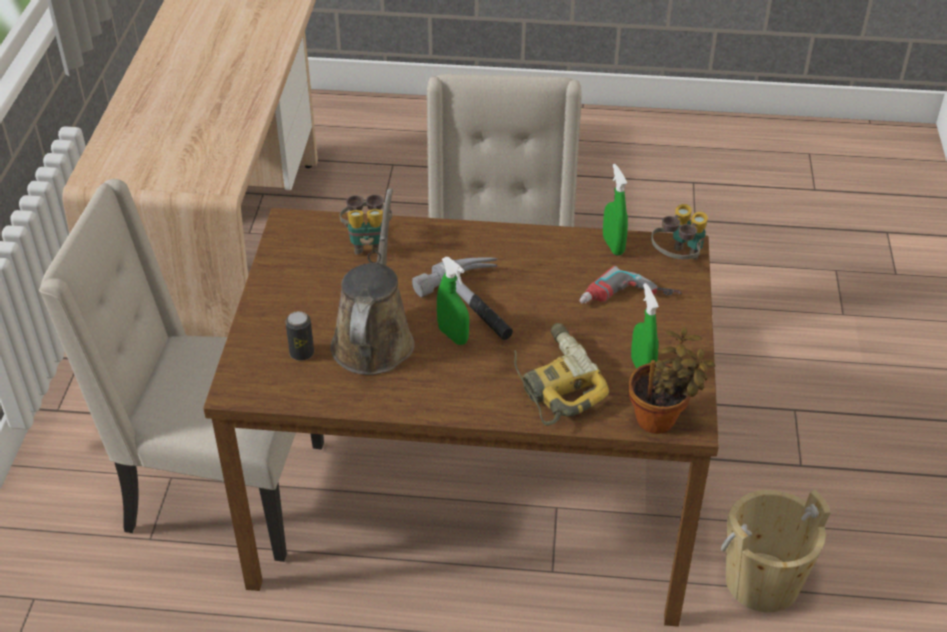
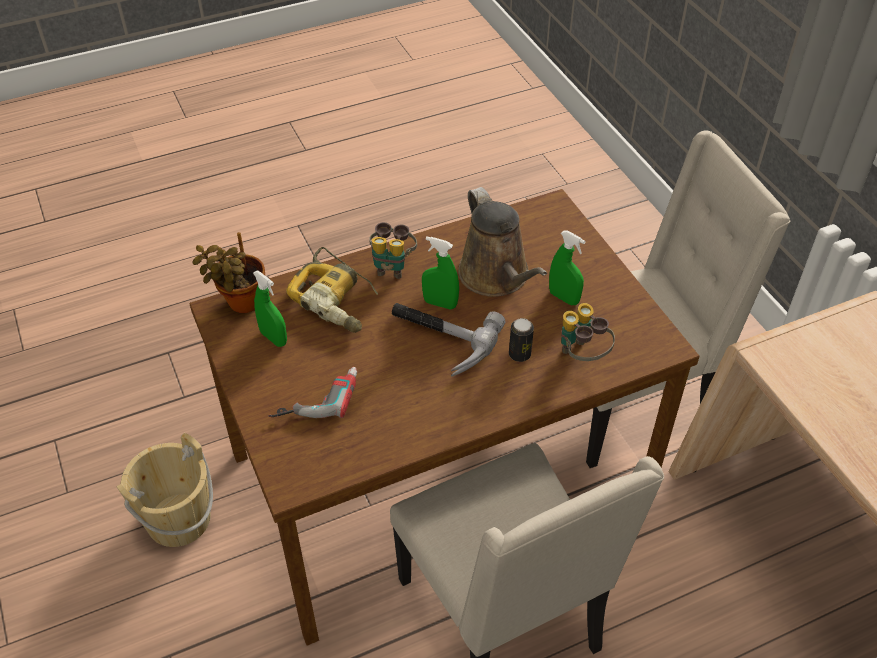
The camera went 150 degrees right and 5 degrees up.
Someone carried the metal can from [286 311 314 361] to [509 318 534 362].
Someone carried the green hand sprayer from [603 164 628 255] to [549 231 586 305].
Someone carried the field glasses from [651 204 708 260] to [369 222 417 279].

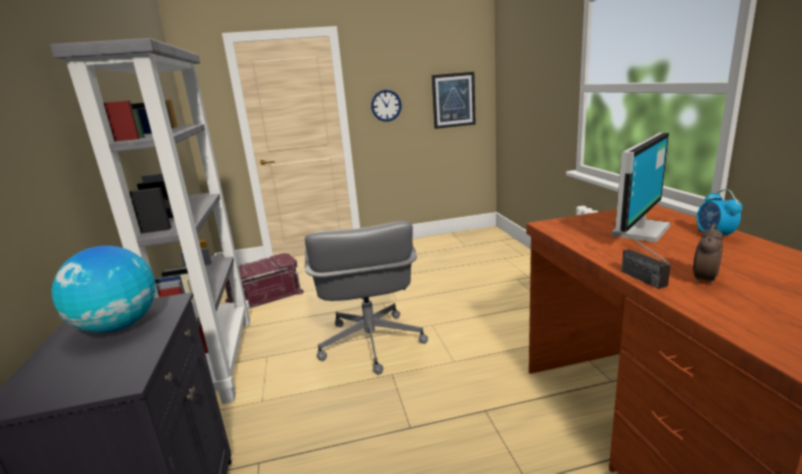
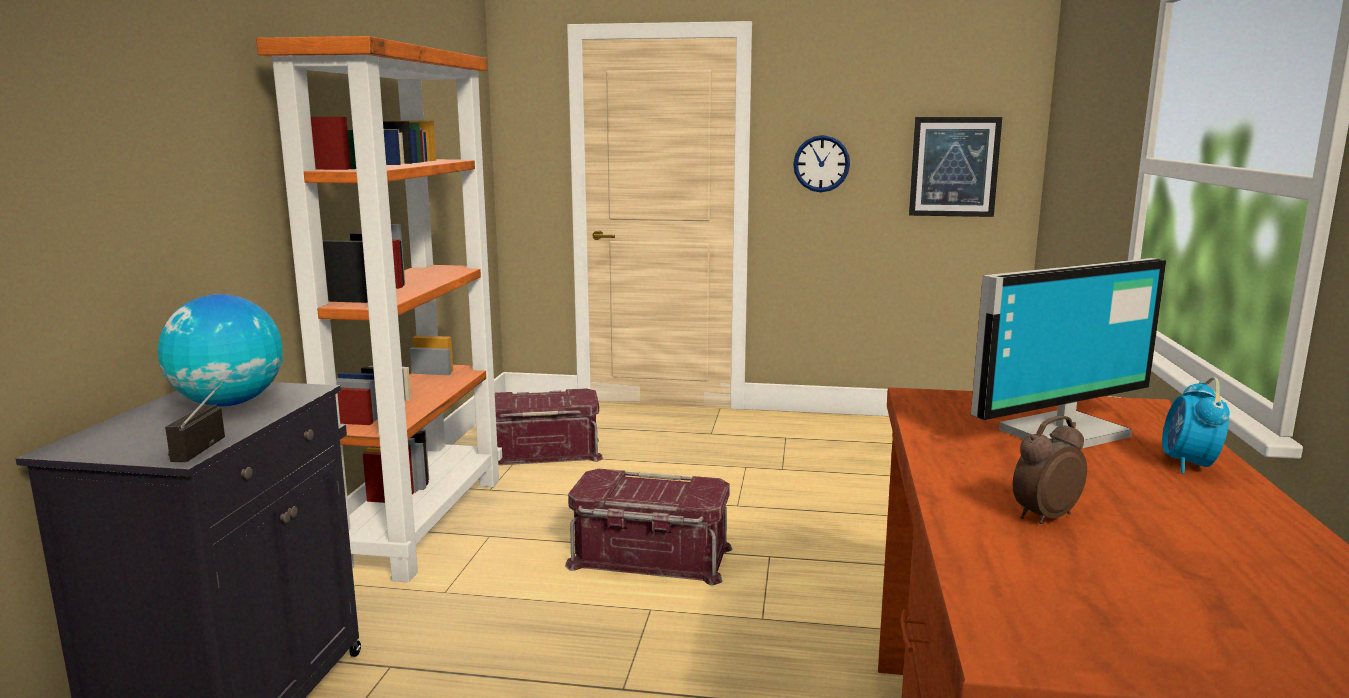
The camera went 20 degrees right and 5 degrees down.
Someone repainted the grey bookcase at [50 38 250 404], which became the orange bookcase at [256 36 502 582].
Someone swapped the grey desk chair at [305 221 428 374] for the reddish storage box at [565 469 733 586].
Someone carried the radio from [613 225 671 289] to [165 368 235 462].

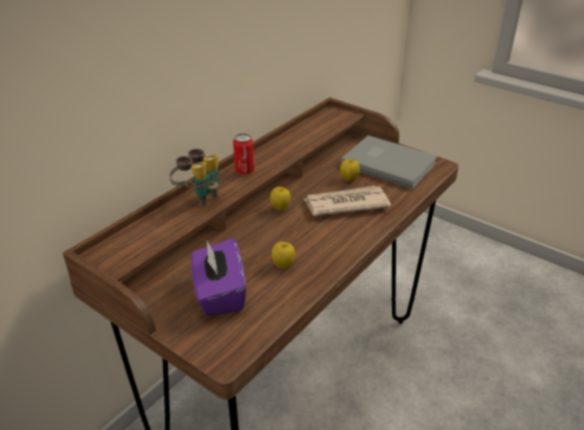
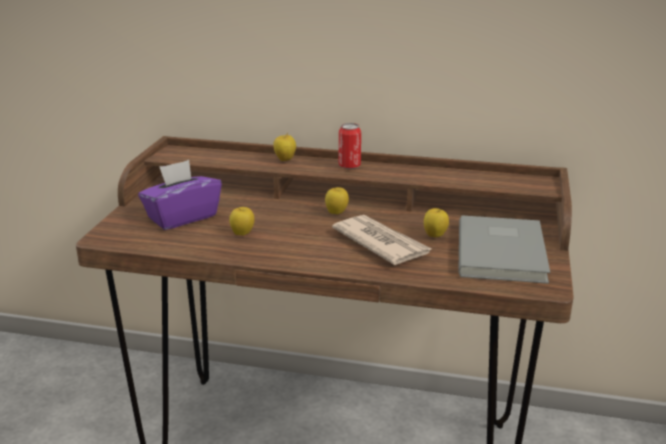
The camera went 65 degrees right and 10 degrees down.
Someone swapped the field glasses at [170 149 219 207] for the whole apple at [273 133 296 161].

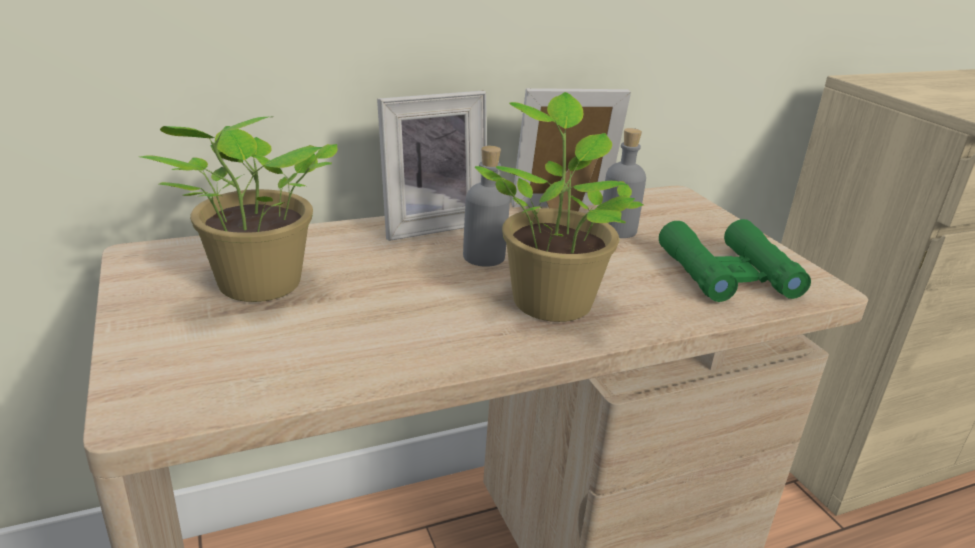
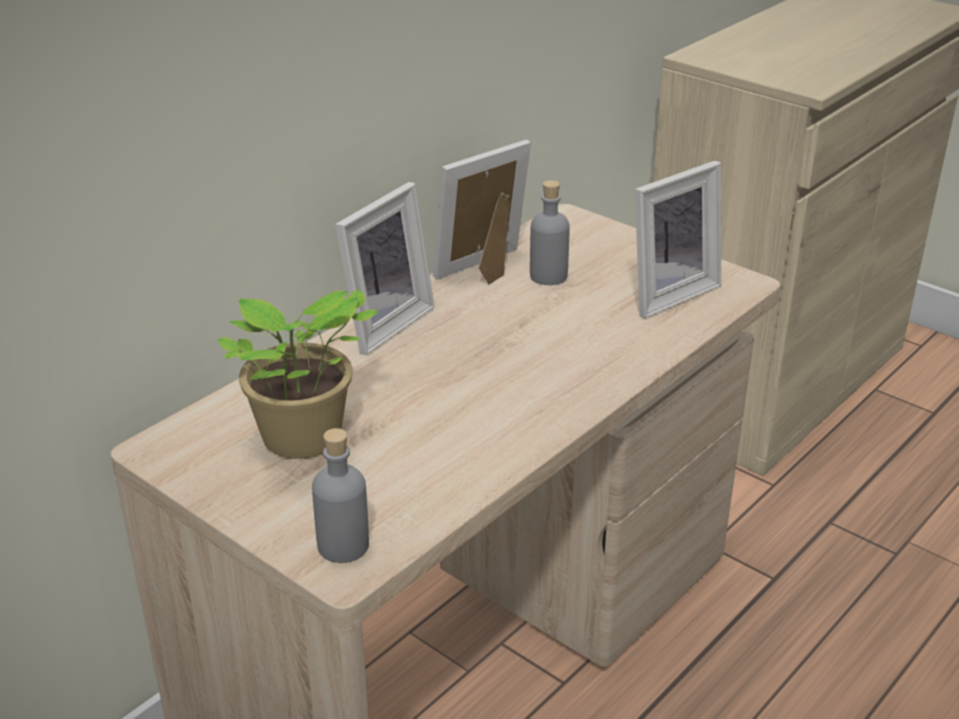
The camera went 25 degrees left and 5 degrees up.
Someone carried the grey beverage bottle from [463 146 510 267] to [312 428 369 563].
Someone took away the plant in a pot at [475 92 644 322].
Someone swapped the green field glasses at [659 219 811 302] for the photo frame at [635 161 721 318].

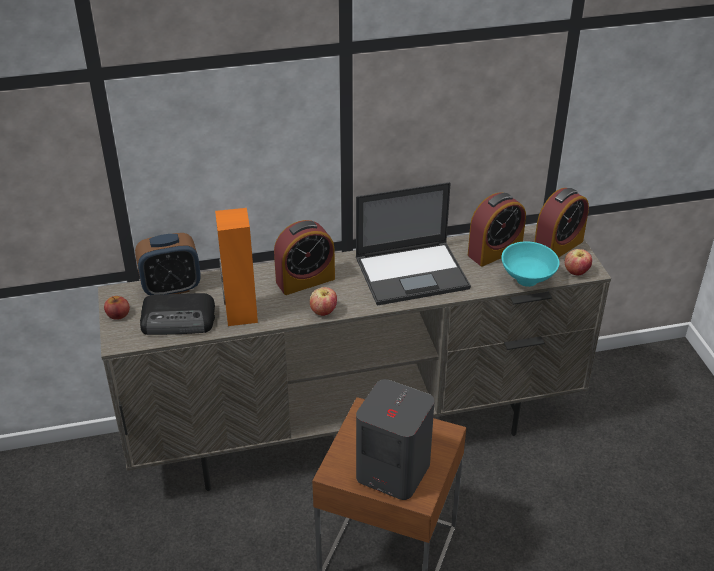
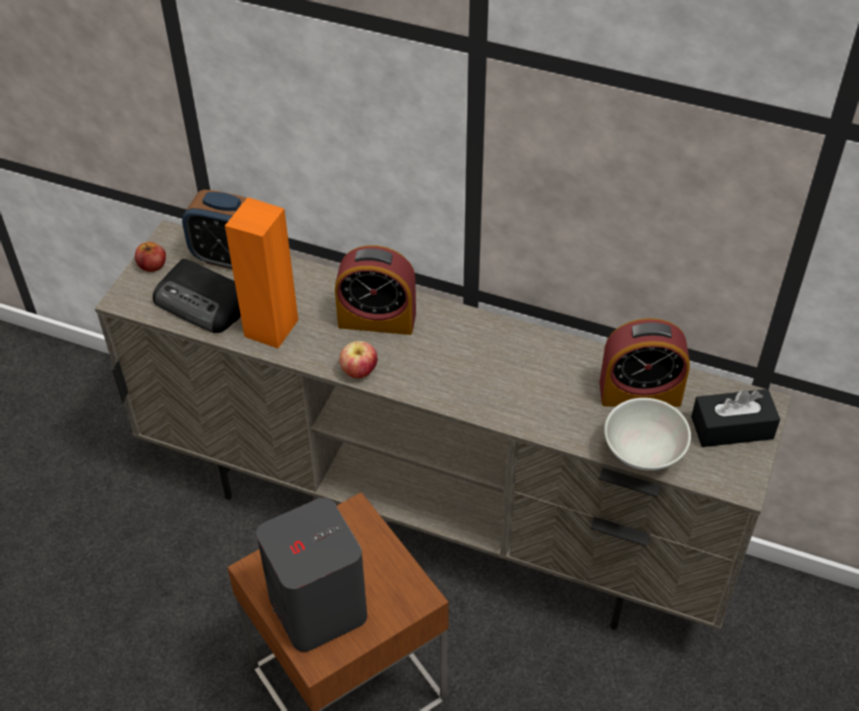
The camera went 35 degrees right and 10 degrees up.
Someone took away the notebook computer at [356 182 471 306].
Someone repainted the blue-green serving bowl at [502 241 560 287], which became the whitish serving bowl at [604 398 691 471].
Someone swapped the alarm clock at [534 188 589 258] for the blackish box of tissues at [691 389 780 447].
Someone took away the whole apple at [565 249 592 275].

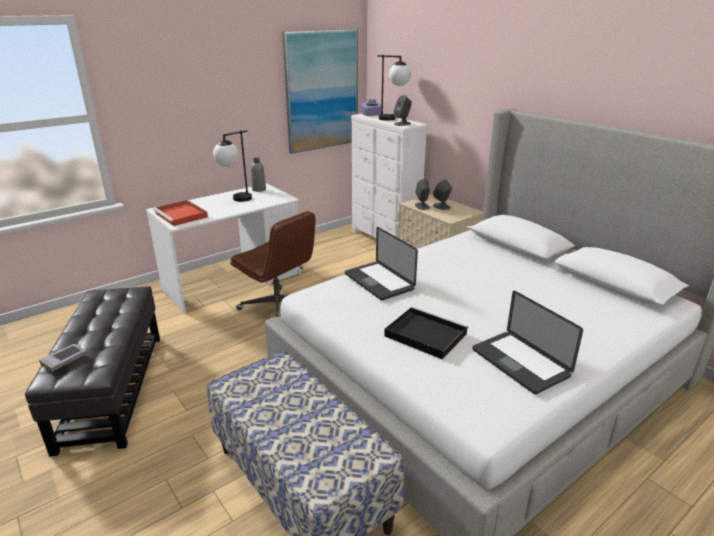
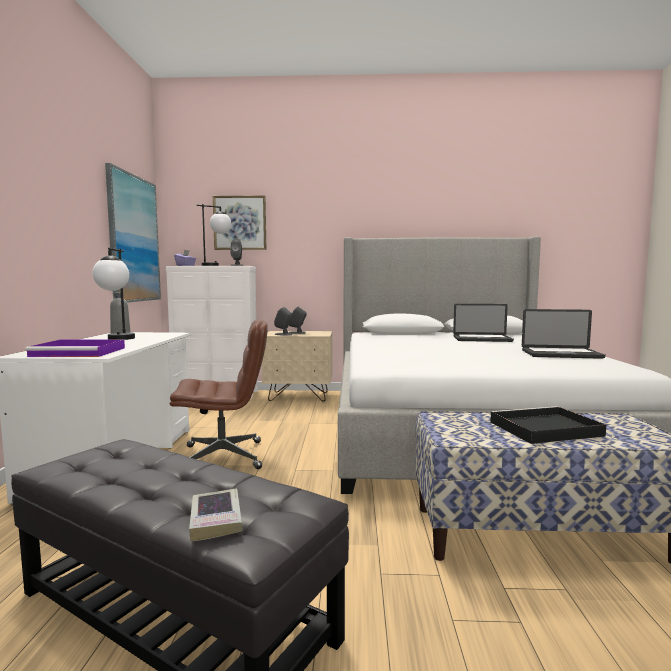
The camera went 50 degrees left and 20 degrees down.
Someone repainted the reddish serving tray at [153 200 208 226], which became the purplish serving tray at [25 339 125 357].
Someone carried the notebook computer from [345 227 418 301] to [453 304 514 342].
Someone carried the blackish serving tray from [384 307 468 360] to [489 406 606 444].
Someone put up the wall picture at [213 195 266 250].

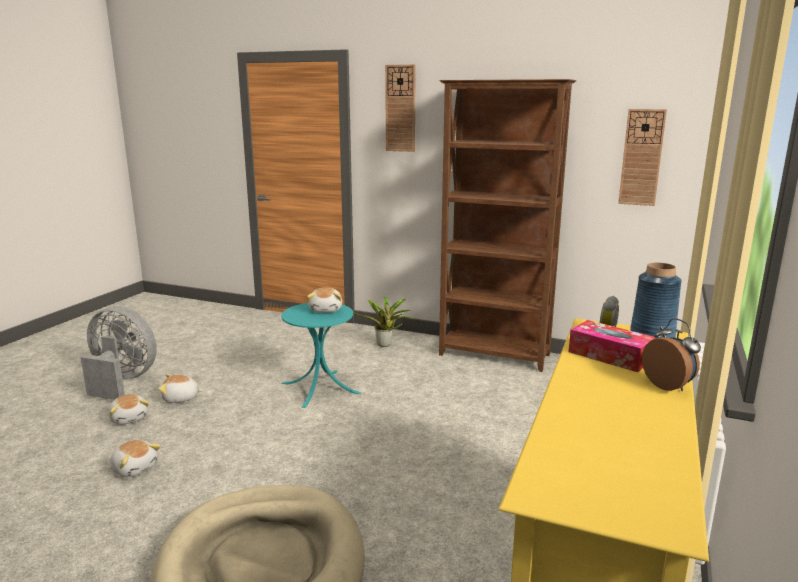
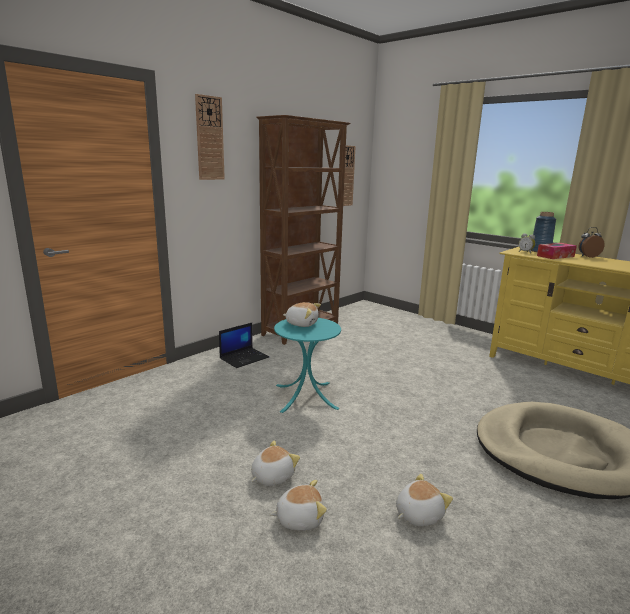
The camera went 70 degrees left and 0 degrees up.
Someone took away the grey electric fan at [81 306 157 400].
Someone rotated the soft toy at [158 374 203 403] by 150 degrees counterclockwise.
Someone swapped the plant in a pot at [353 297 415 347] for the notebook computer at [219 323 269 368].

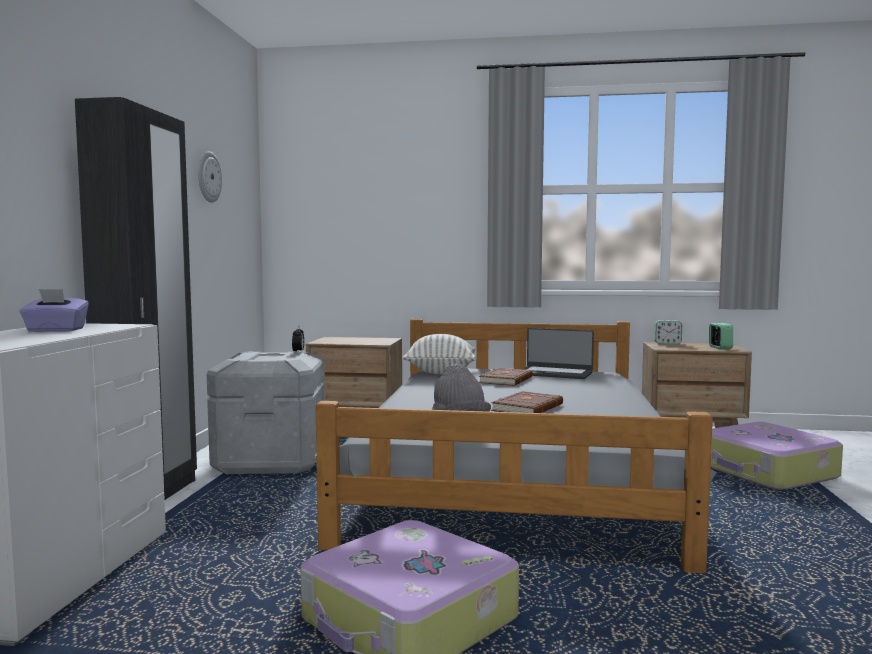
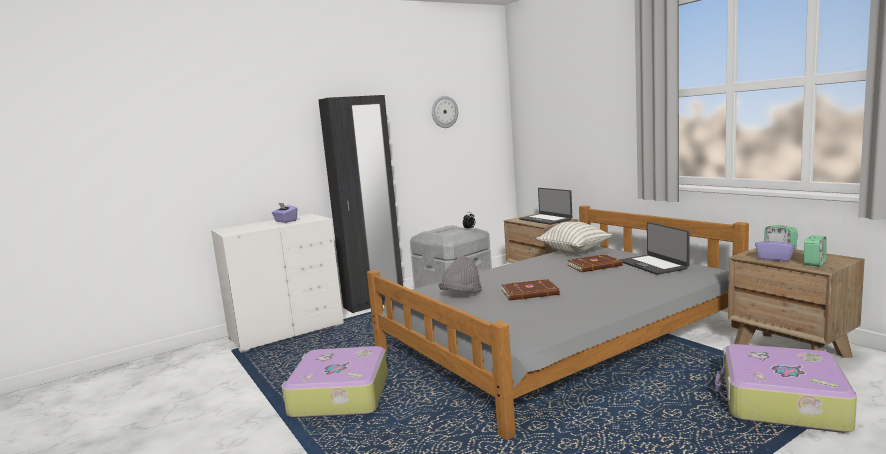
The camera went 50 degrees right and 5 degrees up.
Someone put down the notebook computer at [519 188 572 225].
Someone put down the purplish box of tissues at [755 233 795 261].

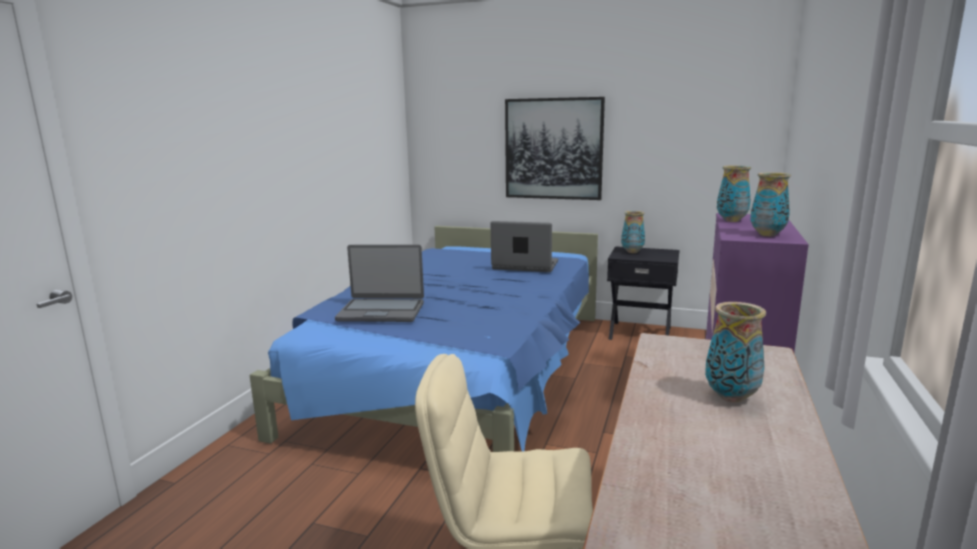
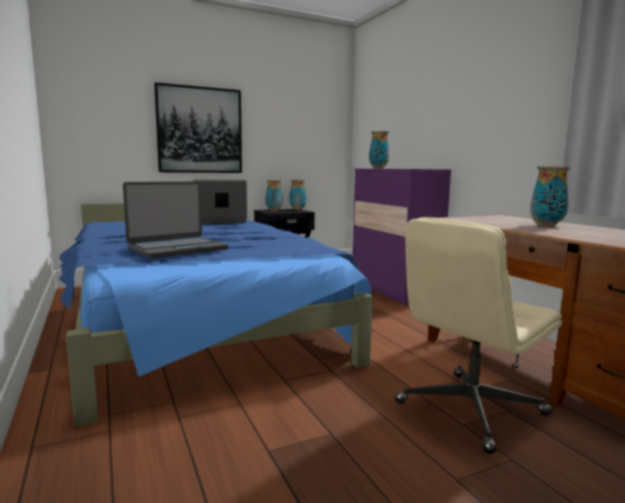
The camera went 45 degrees left and 5 degrees down.
Someone carried the flower vase from [750 172 791 236] to [289 180 306 210].

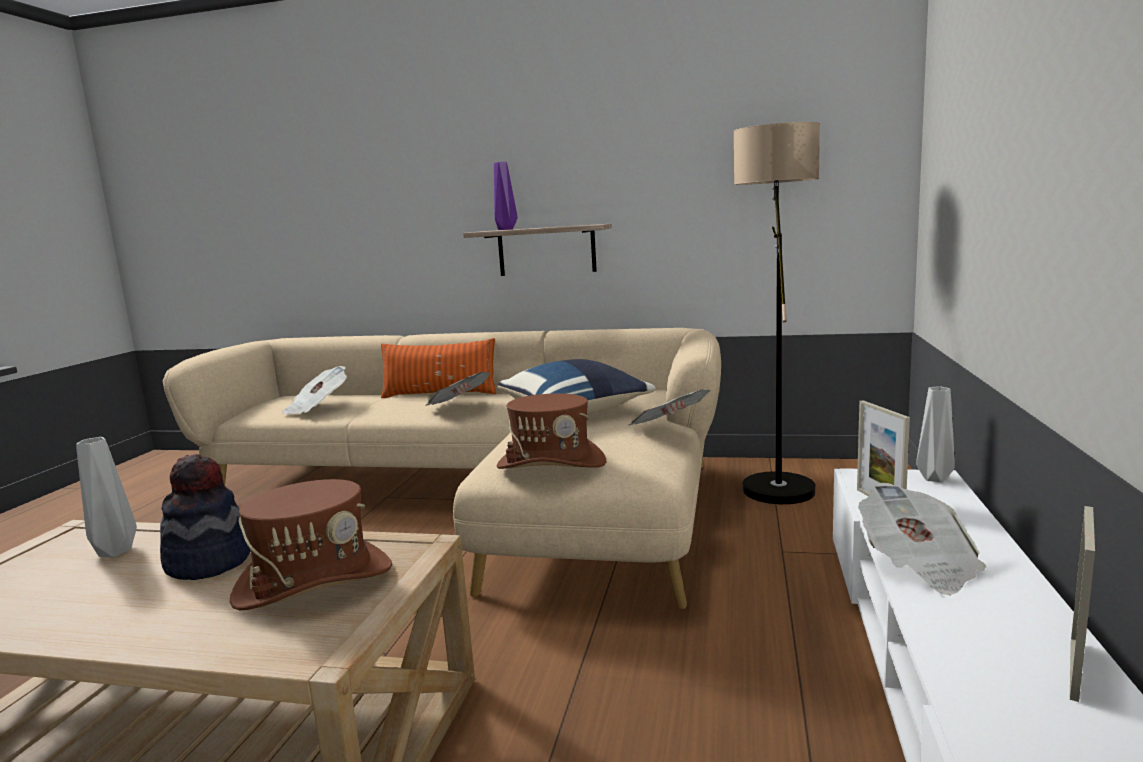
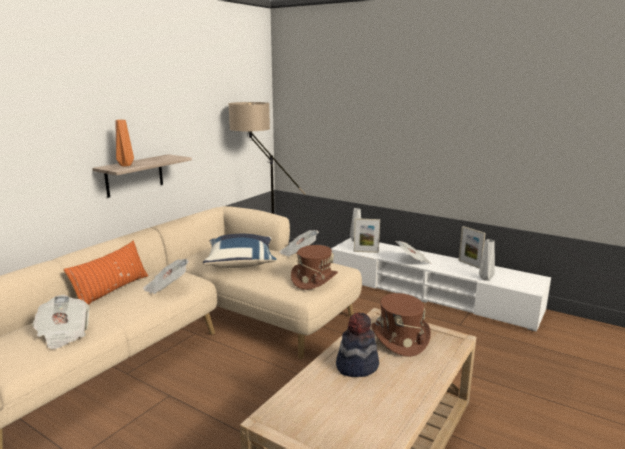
The camera went 70 degrees left and 5 degrees up.
Someone carried the grey flower vase from [76 437 137 557] to [479 239 495 281].
Someone repainted the purplish flower vase at [494 162 518 230], which became the orange flower vase at [116 120 134 167].

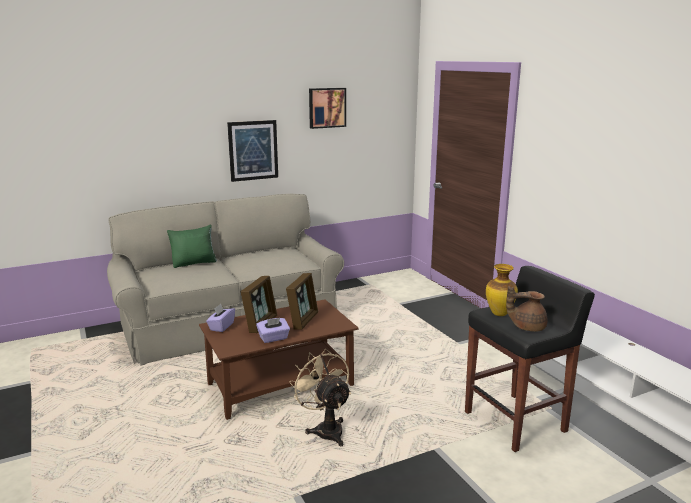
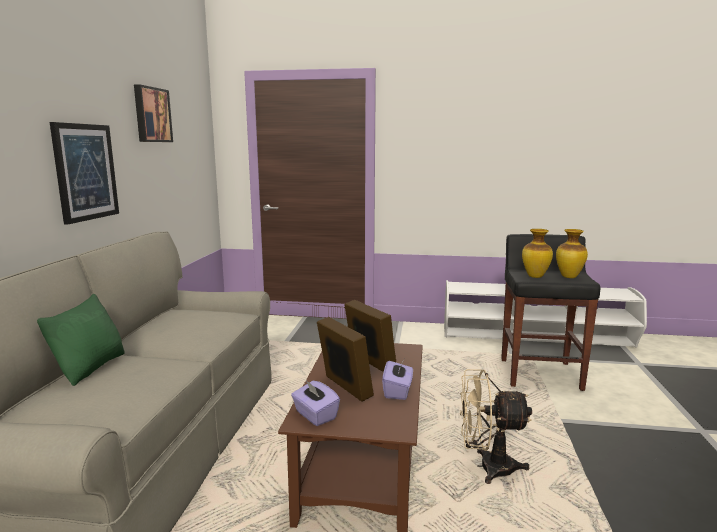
The camera went 55 degrees left and 5 degrees down.
Someone swapped the brown-coloured pot for tea at [506 286 548 332] for the flower vase at [556 229 588 278].

